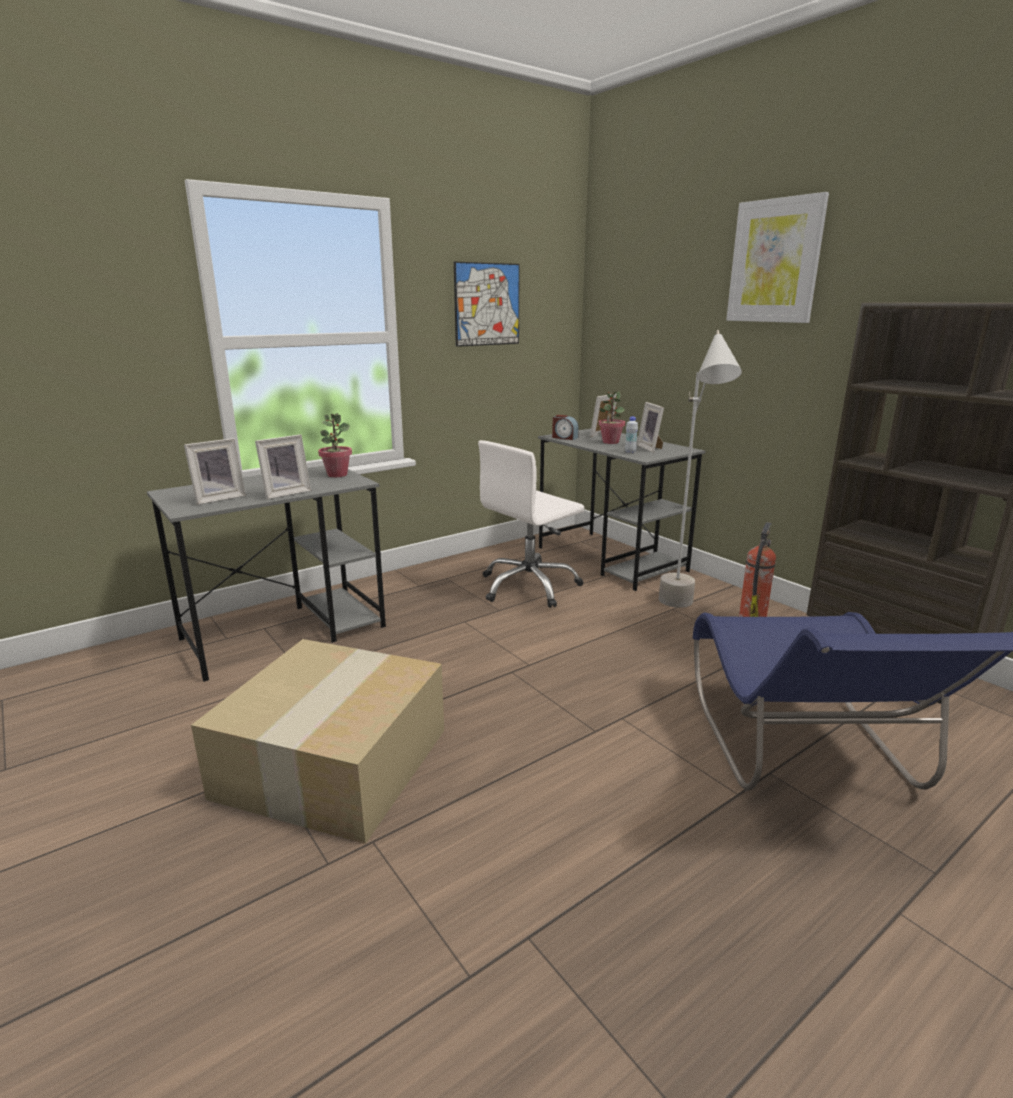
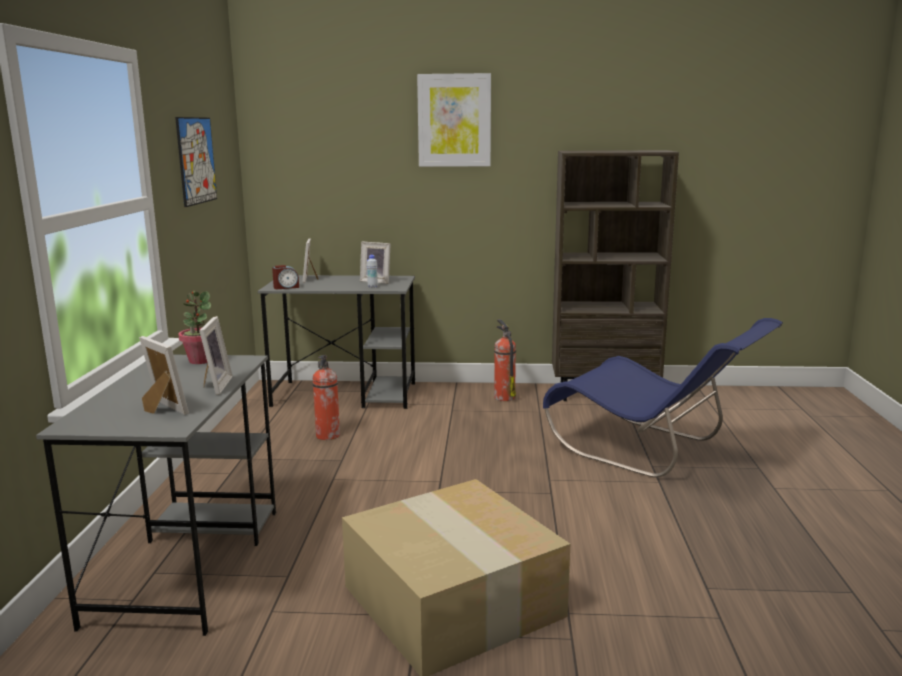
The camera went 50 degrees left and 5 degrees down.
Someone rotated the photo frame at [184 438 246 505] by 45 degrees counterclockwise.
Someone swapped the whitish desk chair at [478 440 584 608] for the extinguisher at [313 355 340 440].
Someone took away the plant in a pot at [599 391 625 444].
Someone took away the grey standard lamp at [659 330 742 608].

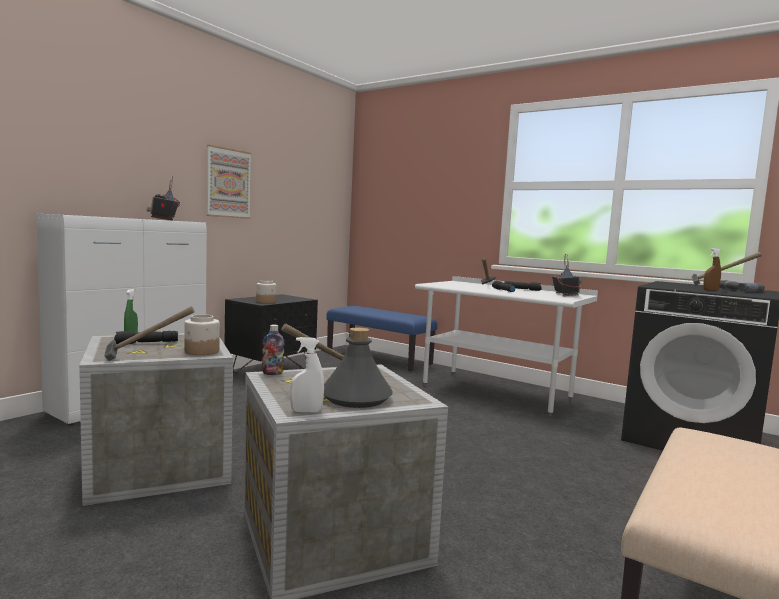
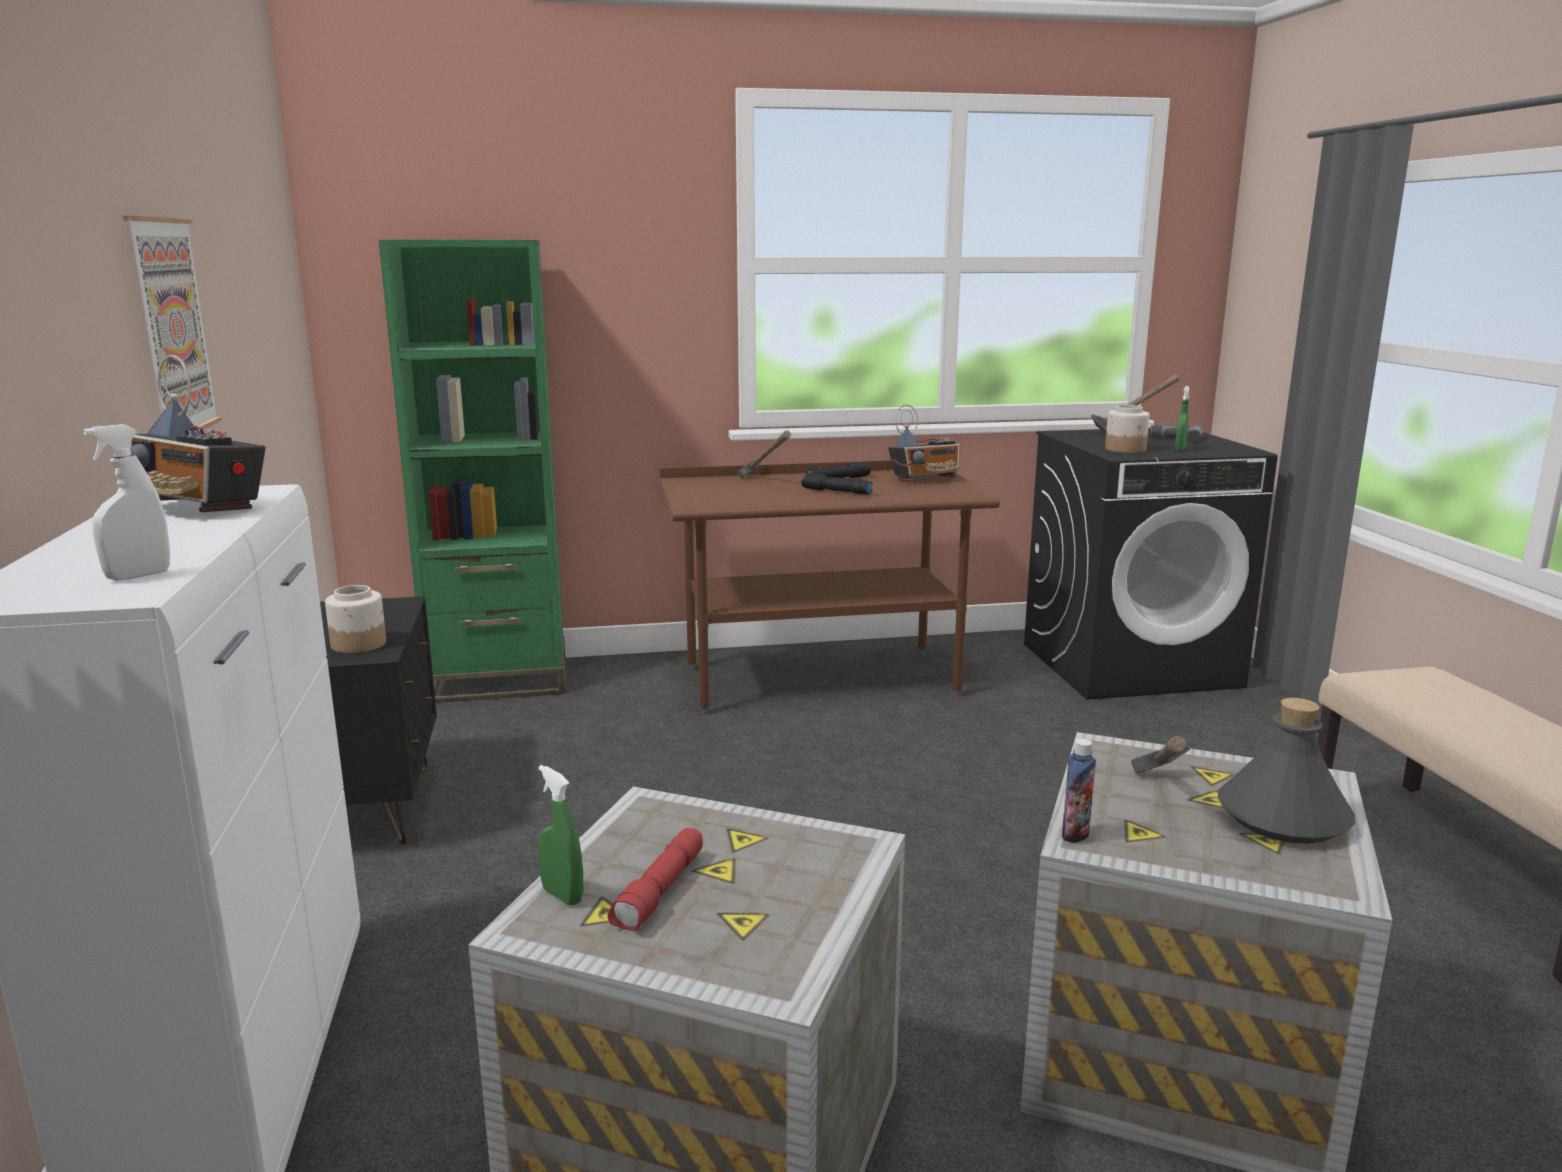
The camera went 45 degrees left and 10 degrees up.
Someone took away the tool hammer at [104 306 194 361].
Someone repainted the blackish flashlight at [114 331 178 344], which became the reddish flashlight at [608 828 703 931].
Someone carried the storage jar from [184 314 220 355] to [1105 405 1150 453].
Someone carried the whitish hand sprayer from [290 337 324 413] to [83 424 170 581].
Someone swapped the blue bench at [326 306 437 372] for the green bookcase at [379 240 566 703].
Someone repainted the whitish desk at [415 276 598 417], which became the brown-coloured desk at [660 460 1000 714].
Someone rotated the radio at [552 254 582 296] by 105 degrees clockwise.
Someone repainted the brown-coloured hand sprayer at [703 248 721 291], which became the green hand sprayer at [1175 386 1190 451].

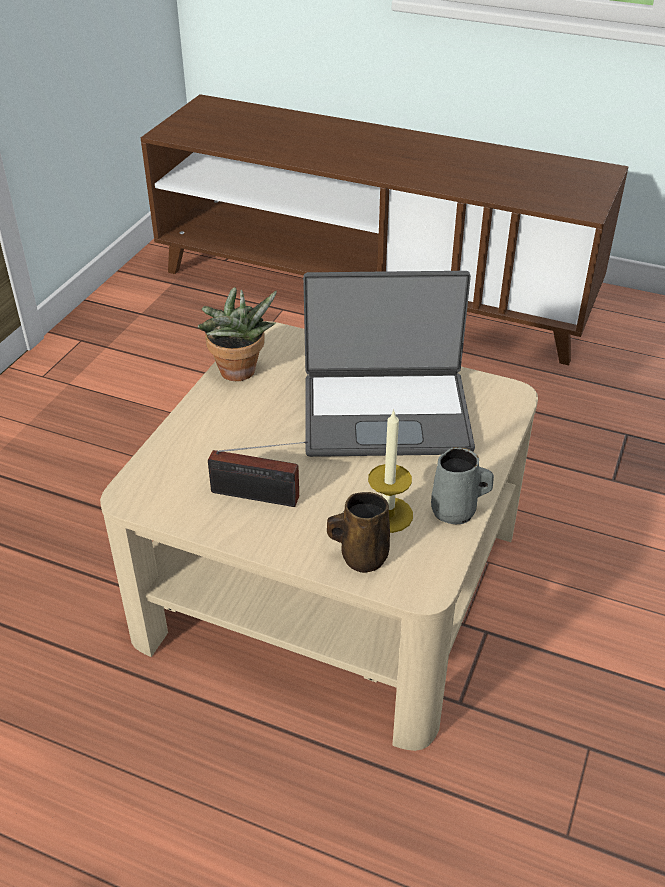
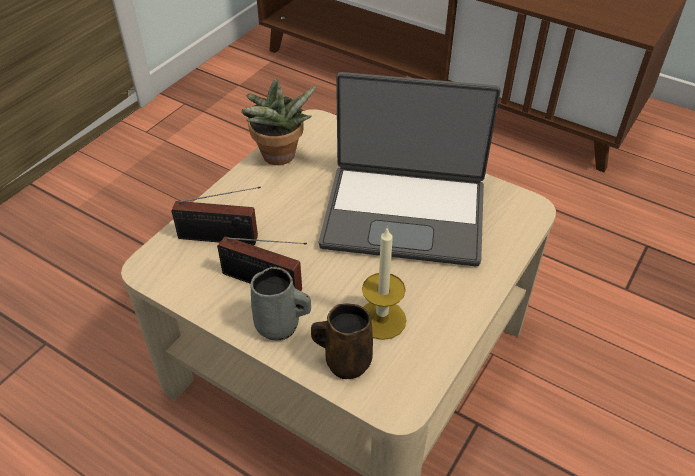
The camera went 10 degrees right and 5 degrees up.
Someone carried the grey coffee mug from [431 447 494 524] to [251 267 311 341].
Someone put down the radio at [172 187 261 245].

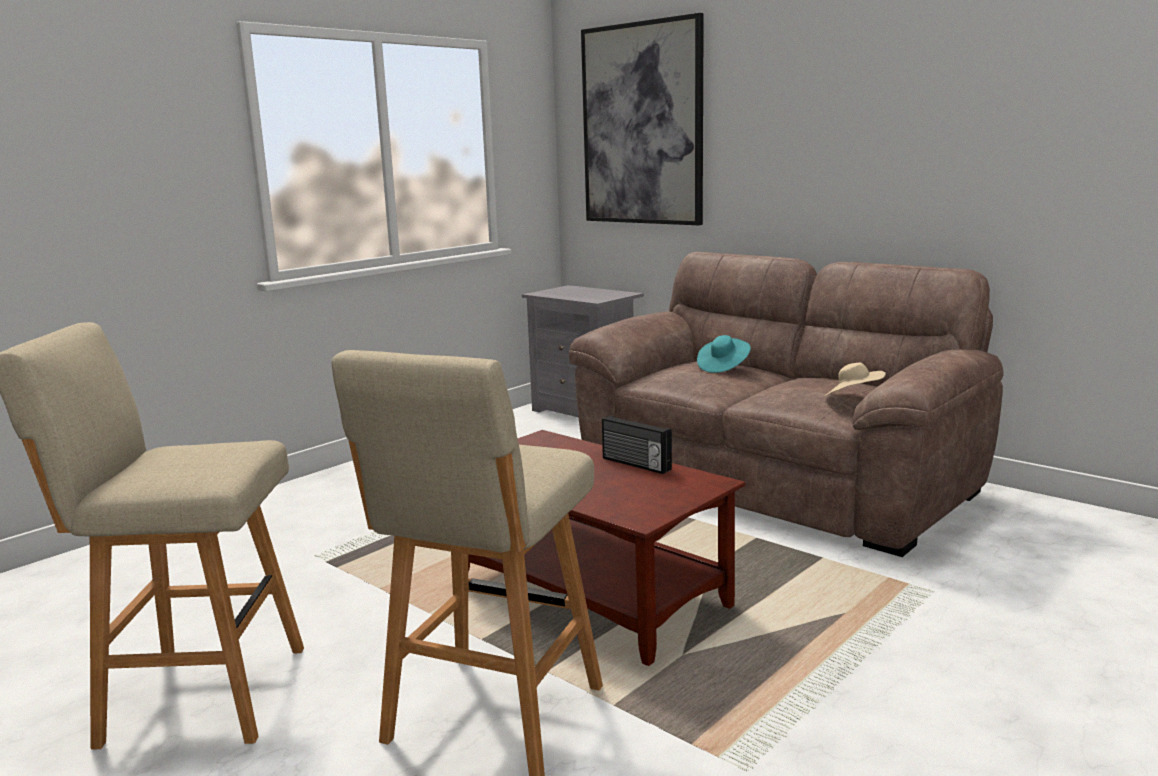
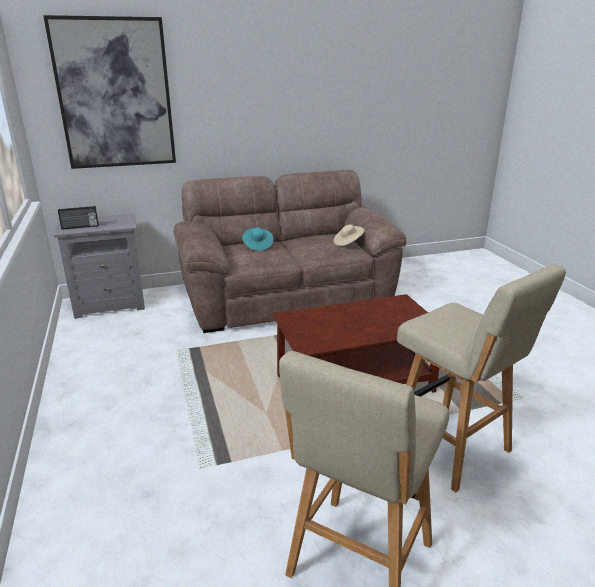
The camera went 60 degrees left and 10 degrees up.
Someone carried the radio from [602 416 672 474] to [58 206 99 230].

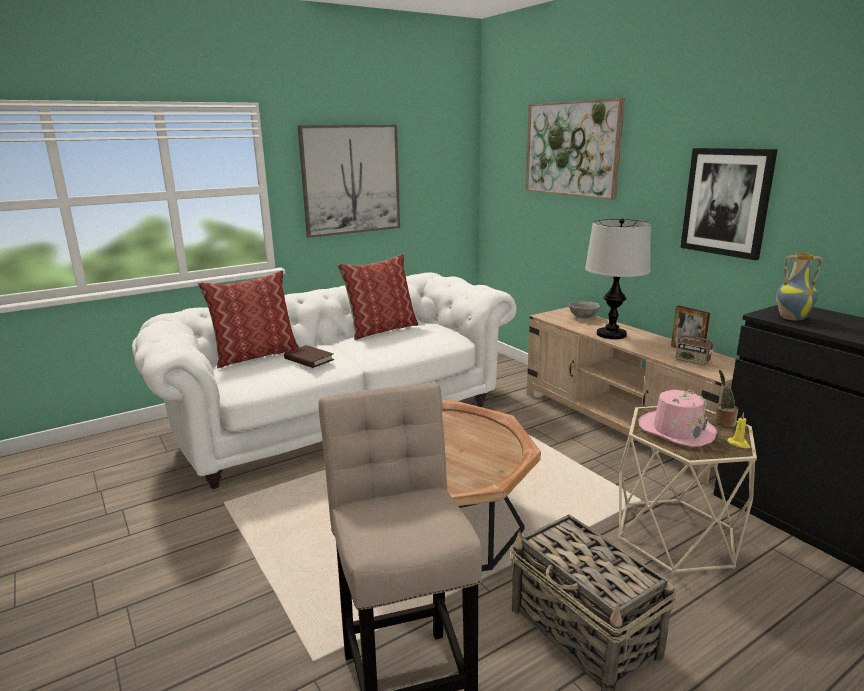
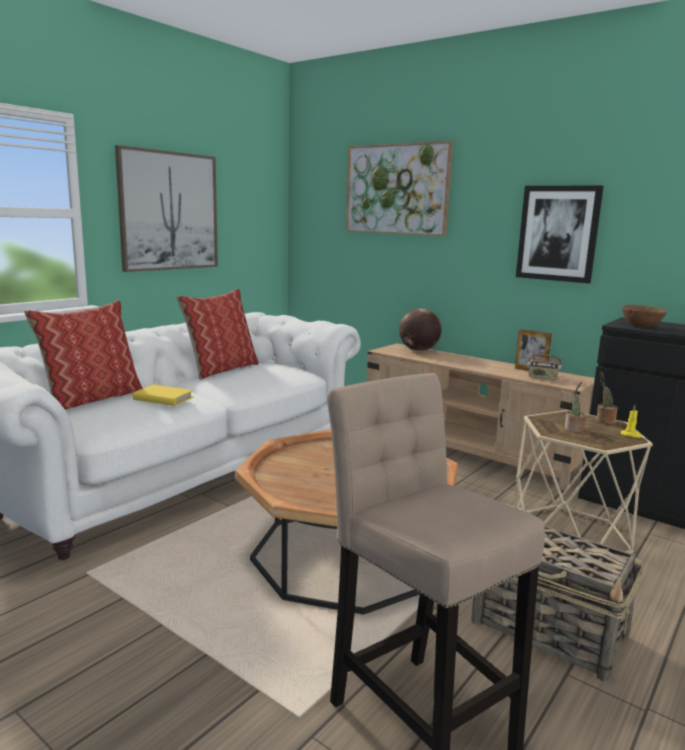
The camera went 20 degrees left and 5 degrees down.
Someone repainted the brown-coloured volume at [284 345 334 368], which became the yellow-coloured volume at [133 385 193 406].
Someone swapped the grey serving bowl at [569 301 600 319] for the desk globe at [399 309 441 351].
Someone took away the tabletop lamp at [585 219 651 339].
Someone swapped the pink wearable hat at [638 390 717 447] for the plant in a pot at [565 382 587 433].
Someone swapped the flower vase at [776 253 823 321] for the brown-coloured serving bowl at [622 305 667 327].

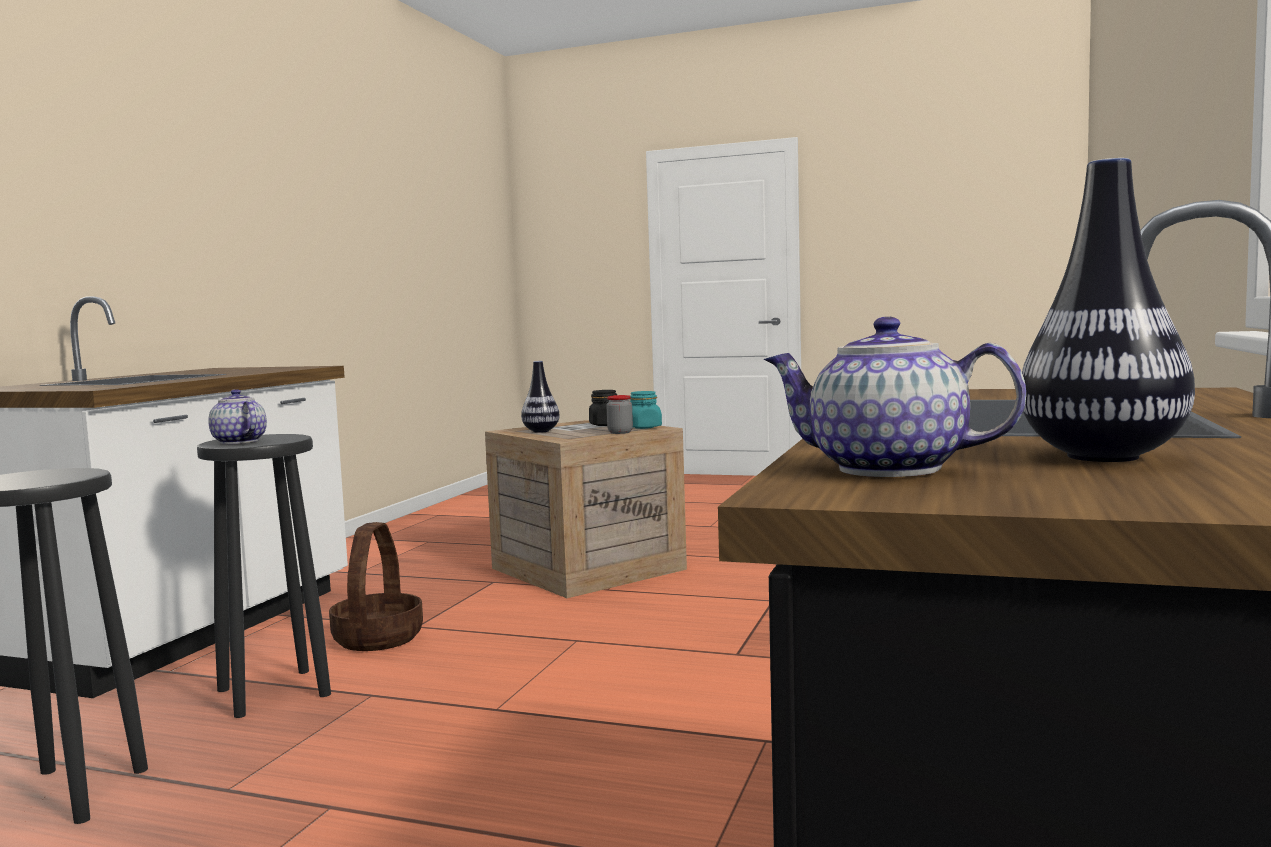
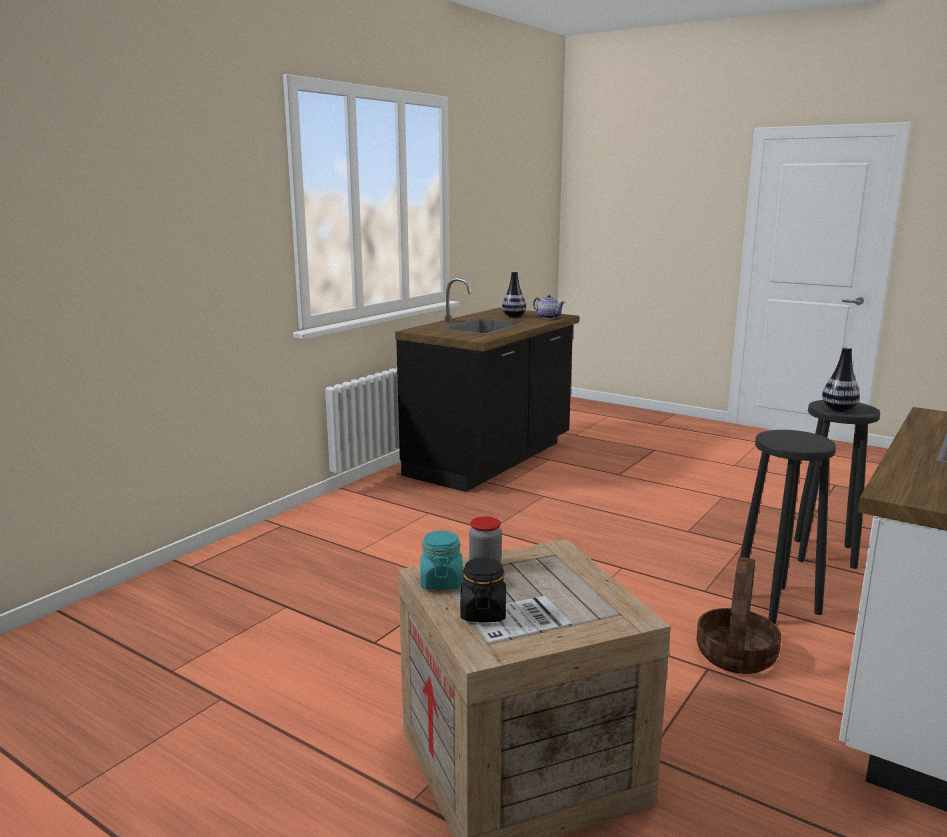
The camera went 165 degrees left and 10 degrees up.
Someone took away the pot for tea at [208 389 267 444].
Someone carried the flower vase from [521 361 560 433] to [822 347 860 412].

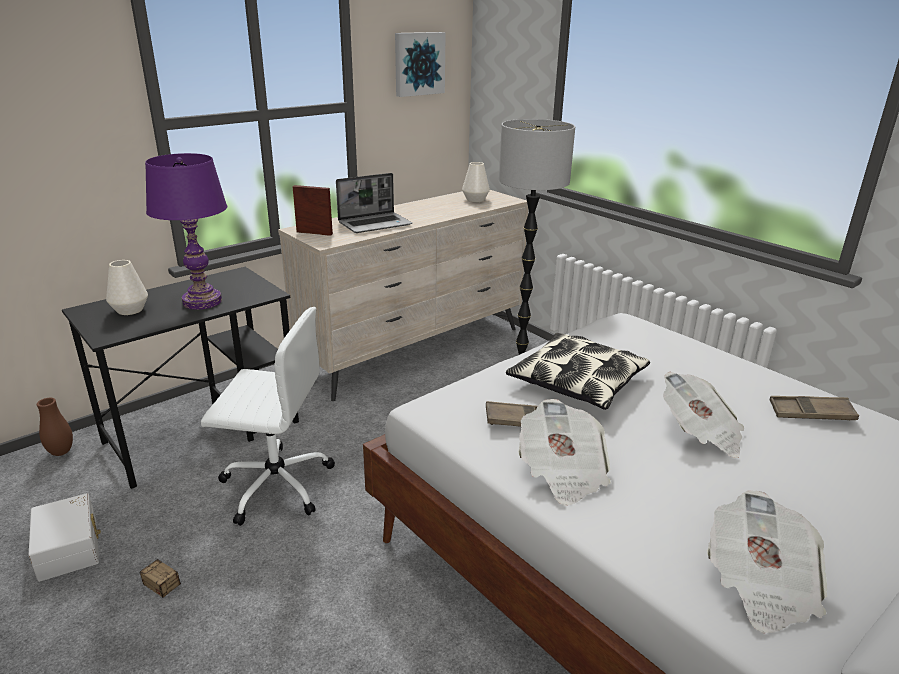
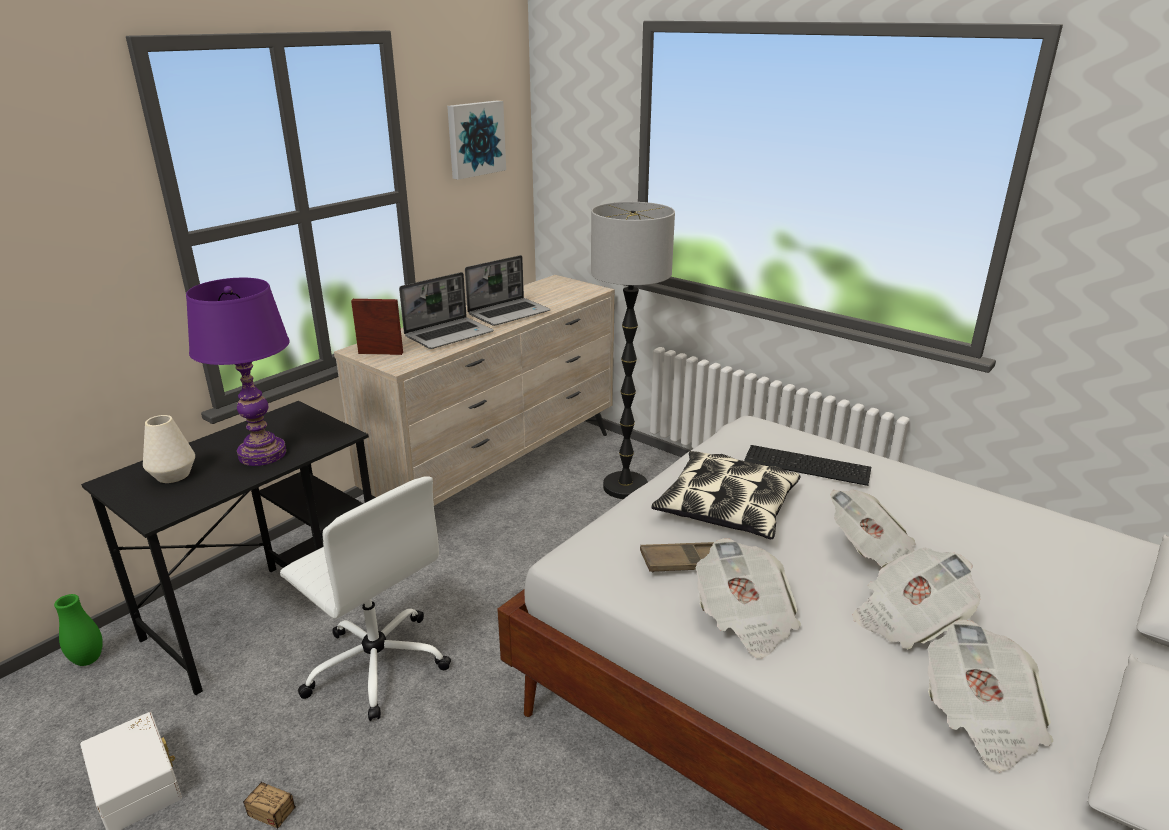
The camera went 10 degrees left and 0 degrees up.
Someone repainted the brown-coloured flower vase at [37 398 73 456], which became the green flower vase at [54 594 103 666].
Someone rotated the whitish desk chair at [201 307 335 526] by 45 degrees clockwise.
Someone took away the whitish flower vase at [462 162 490 202].
Someone took away the brown-coloured serving tray at [770 396 859 420].
Someone put down the notebook computer at [465 255 551 326].
Someone put down the PC keyboard at [744 445 871 486].
Someone put down the newspaper at [853 547 981 649].

